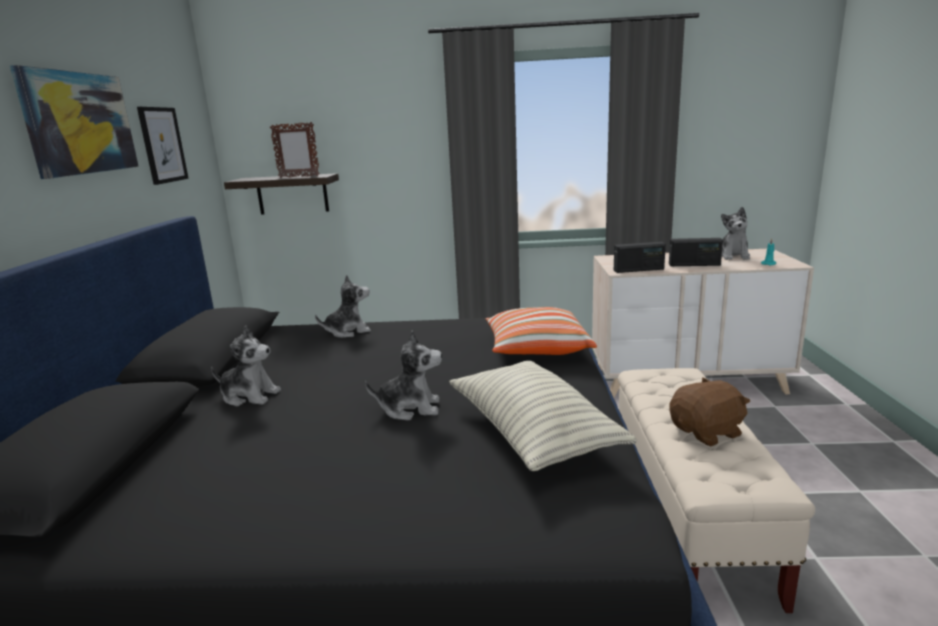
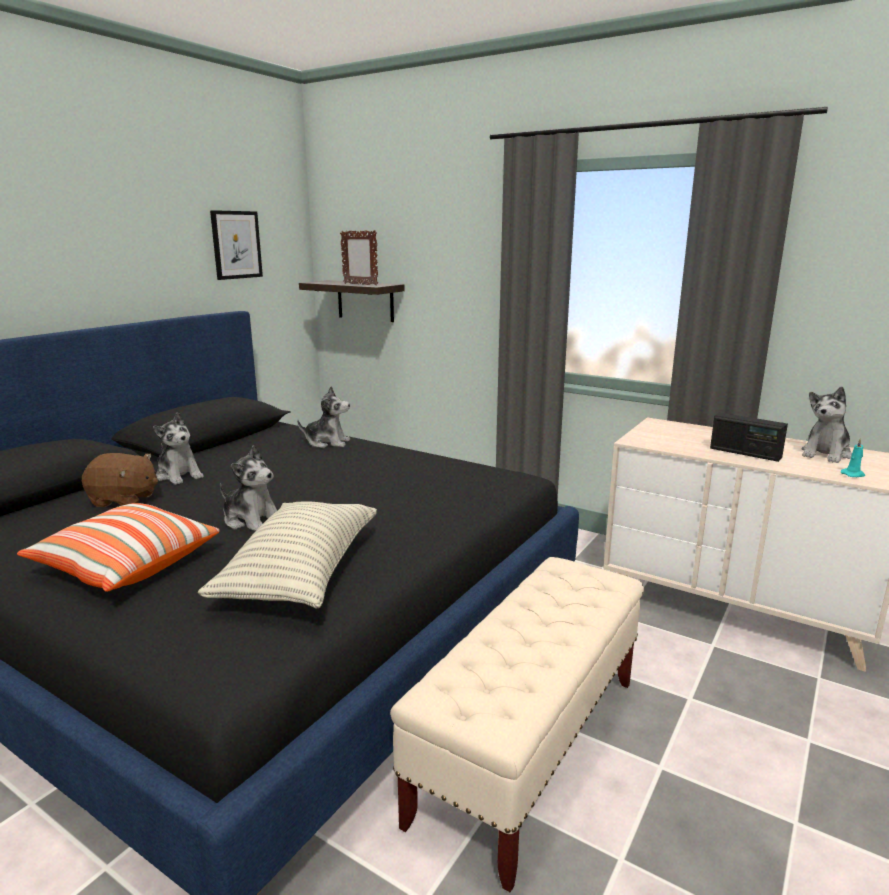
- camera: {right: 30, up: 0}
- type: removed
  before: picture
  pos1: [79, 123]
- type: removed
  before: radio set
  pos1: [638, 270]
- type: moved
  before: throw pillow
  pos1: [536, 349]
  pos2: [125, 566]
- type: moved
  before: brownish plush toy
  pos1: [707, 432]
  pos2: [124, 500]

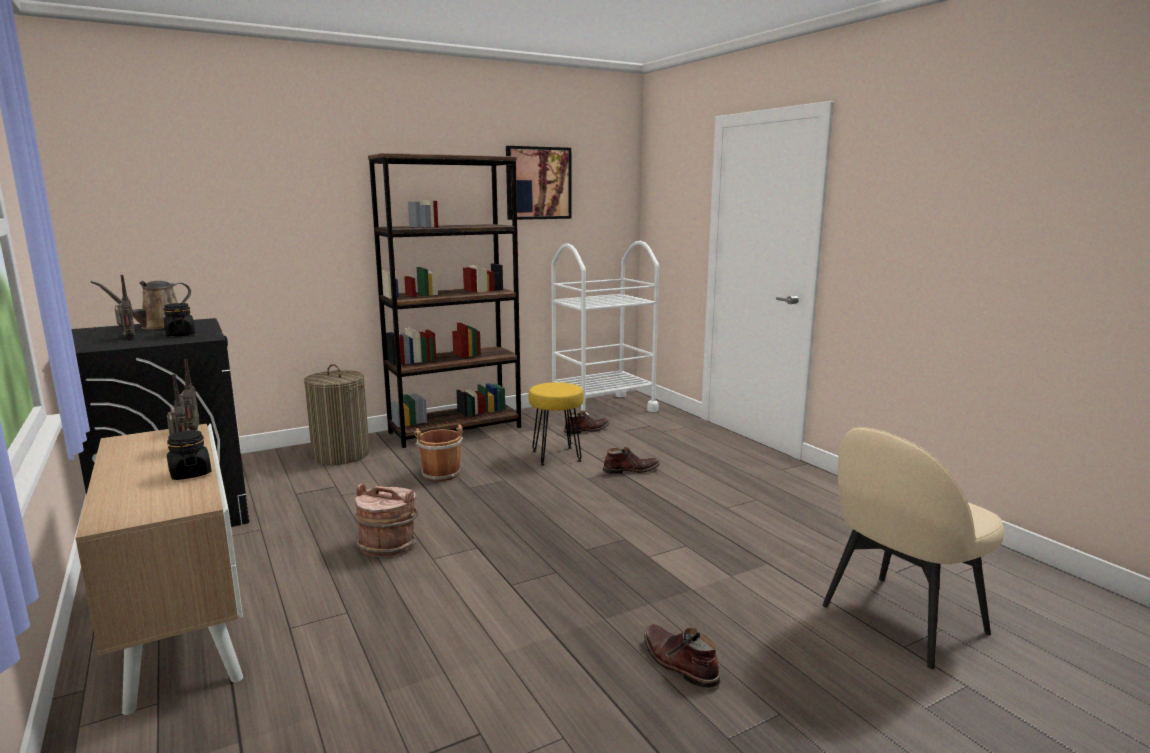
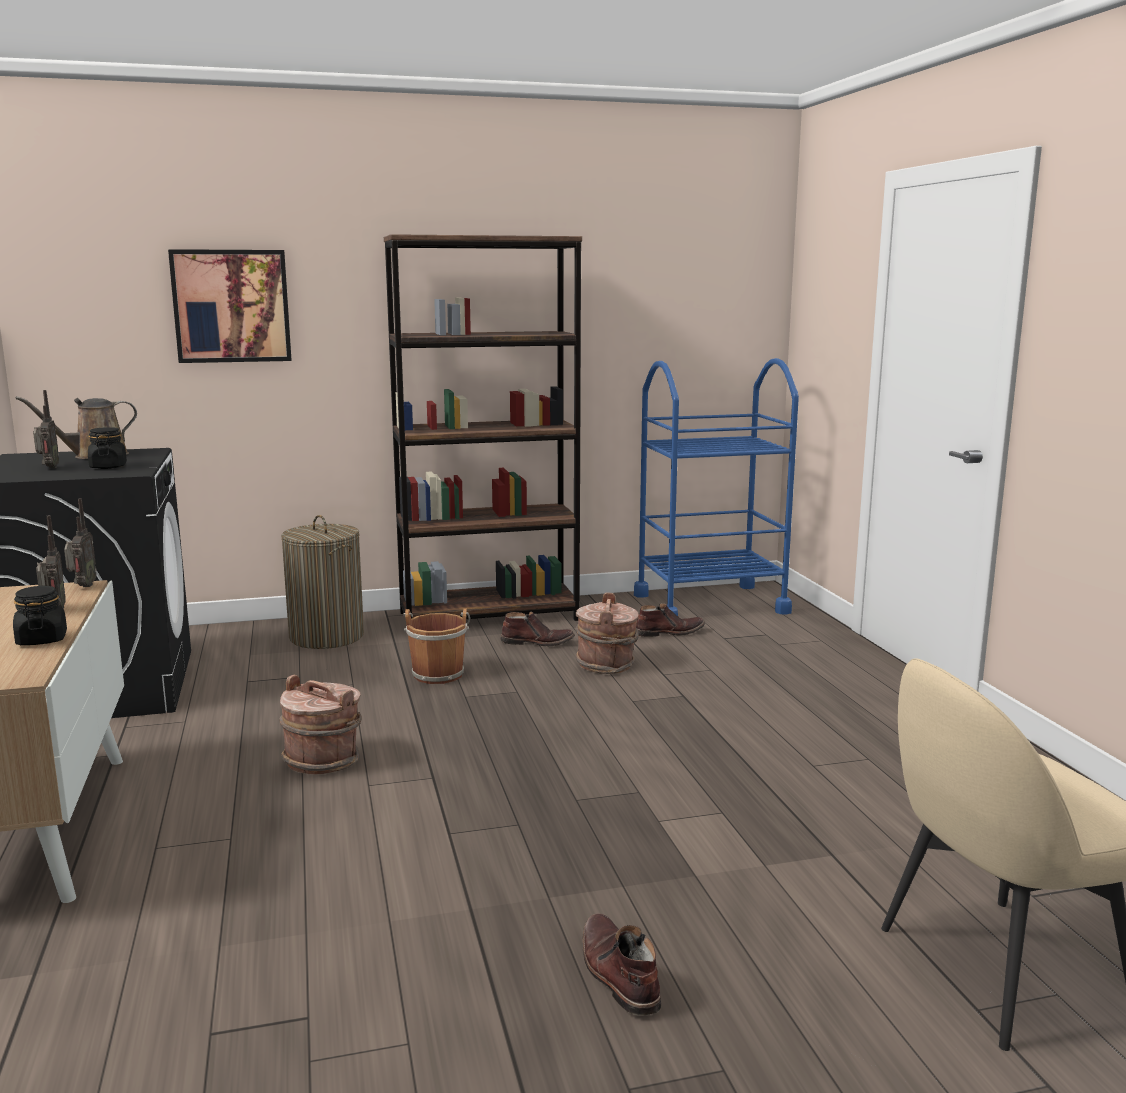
- camera: {right: 15, up: 0}
- type: moved
  before: picture
  pos1: [538, 183]
  pos2: [231, 306]
- type: moved
  before: brownish high-top boot
  pos1: [631, 470]
  pos2: [537, 642]
- type: replaced
  before: yellow stool
  after: brownish pail
  pos1: [556, 456]
  pos2: [606, 665]
- type: recoloured
  before: white trolley
  after: blue-coloured trolley
  pos1: [603, 409]
  pos2: [710, 604]

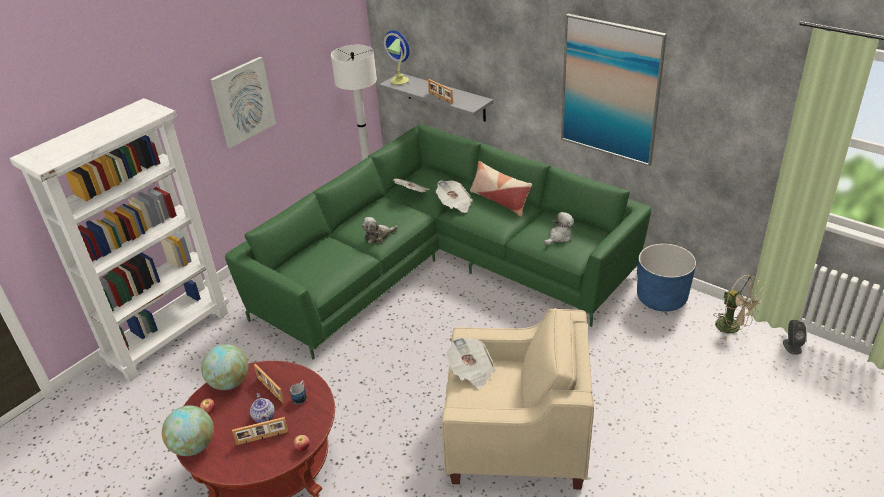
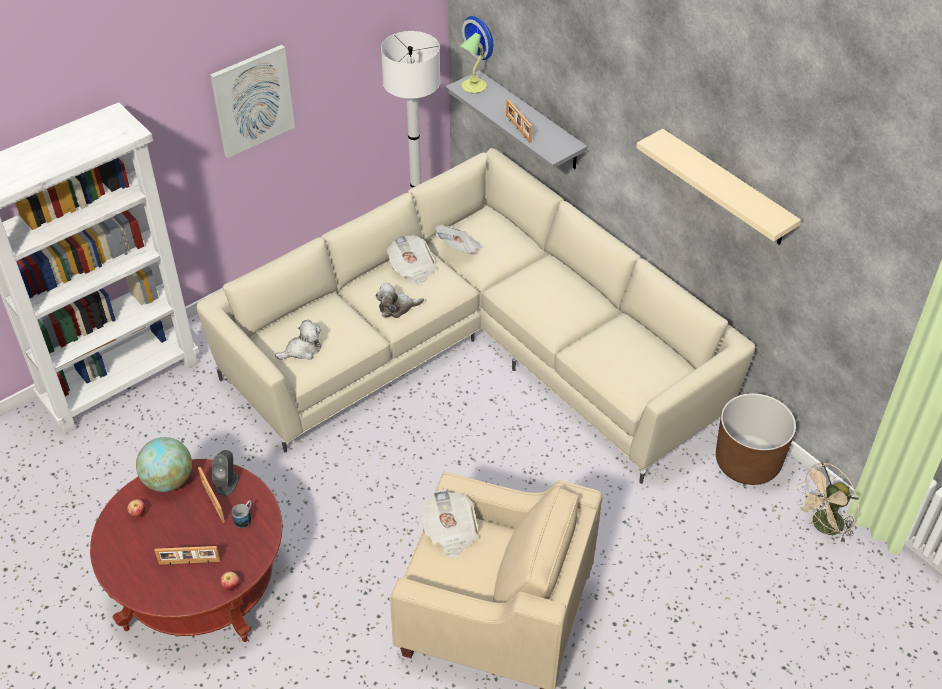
- camera: {right: 10, up: 10}
- type: removed
  before: world globe
  pos1: [194, 446]
- type: removed
  before: pot for tea
  pos1: [264, 417]
- type: removed
  before: throw pillow
  pos1: [499, 200]
- type: moved
  before: printed paper
  pos1: [455, 204]
  pos2: [412, 269]
- type: moved
  before: plush toy
  pos1: [559, 237]
  pos2: [302, 350]
- type: moved
  before: gray audio speaker
  pos1: [792, 346]
  pos2: [227, 483]
- type: replaced
  before: picture
  after: beige-coloured wall shelf
  pos1: [610, 90]
  pos2: [726, 188]
- type: recoloured
  before: greenish sofa
  after: beige-coloured sofa
  pos1: [439, 266]
  pos2: [478, 350]
- type: recoloured
  before: blue-coloured planter
  after: brownish planter
  pos1: [661, 298]
  pos2: [747, 462]
- type: turned
  before: beige-coloured cooling fan
  pos1: [733, 328]
  pos2: [823, 527]
  turn: 90

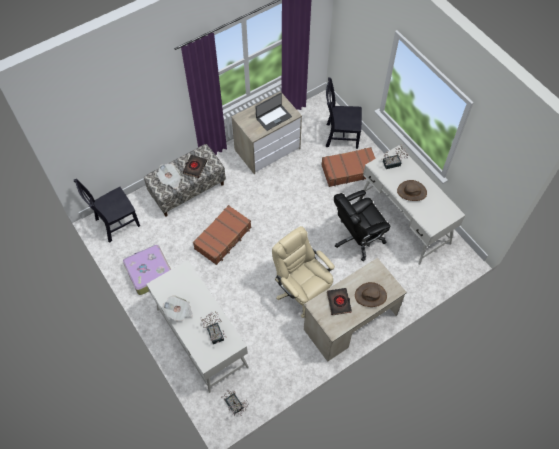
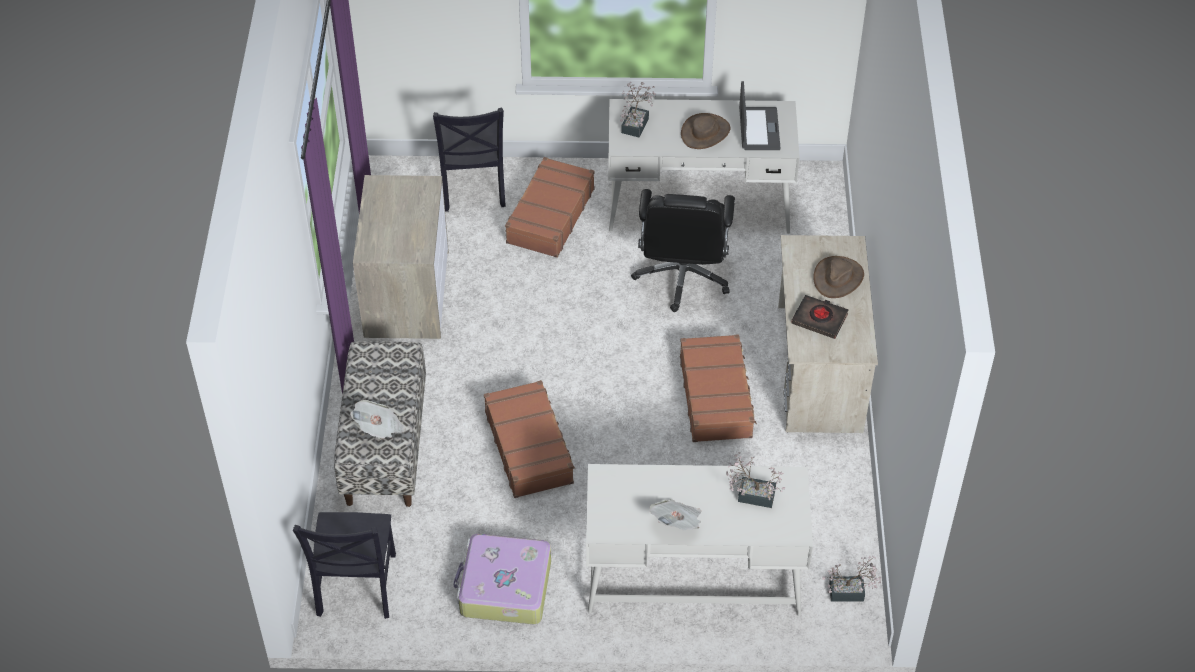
- camera: {right: -55, up: -10}
- type: removed
  before: black-coloured volume
  pos1: [194, 167]
- type: moved
  before: laptop
  pos1: [273, 117]
  pos2: [758, 129]
- type: replaced
  before: beige-coloured office chair
  after: brownish piece of luggage
  pos1: [302, 290]
  pos2: [716, 396]
- type: turned
  before: black-coloured upright chair
  pos1: [340, 135]
  pos2: [472, 189]
  turn: -45

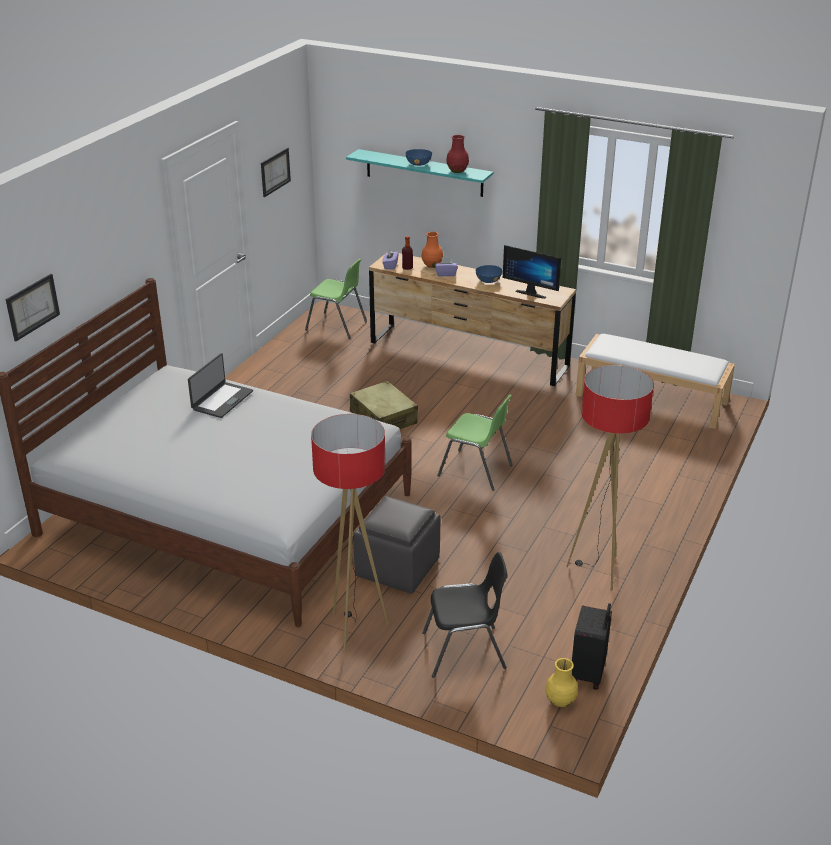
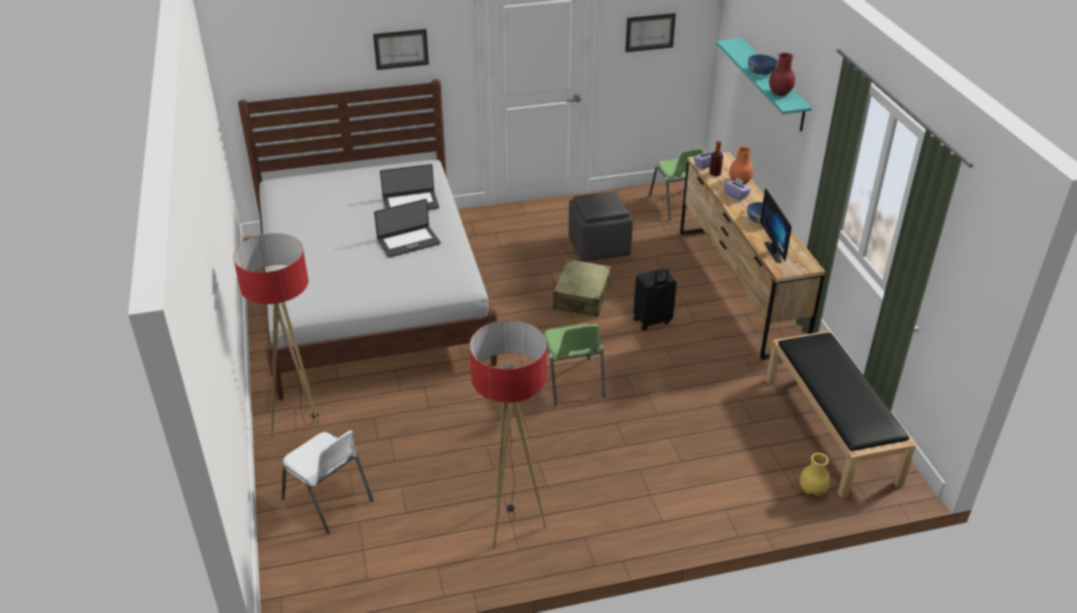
- camera: {right: 50, up: 5}
- type: added
  after: laptop
  pos2: [408, 241]
- type: moved
  before: picture
  pos1: [32, 307]
  pos2: [401, 49]
- type: moved
  before: gray pouffe
  pos1: [397, 567]
  pos2: [599, 246]
- type: moved
  before: yellow flower vase
  pos1: [560, 701]
  pos2: [812, 491]
- type: moved
  before: black-coloured piece of luggage
  pos1: [589, 673]
  pos2: [652, 322]
- type: recoloured
  before: black-coloured upright chair
  after: white upright chair
  pos1: [465, 651]
  pos2: [329, 500]
- type: recoloured
  before: white bench
  after: black-coloured bench
  pos1: [652, 399]
  pos2: [831, 430]

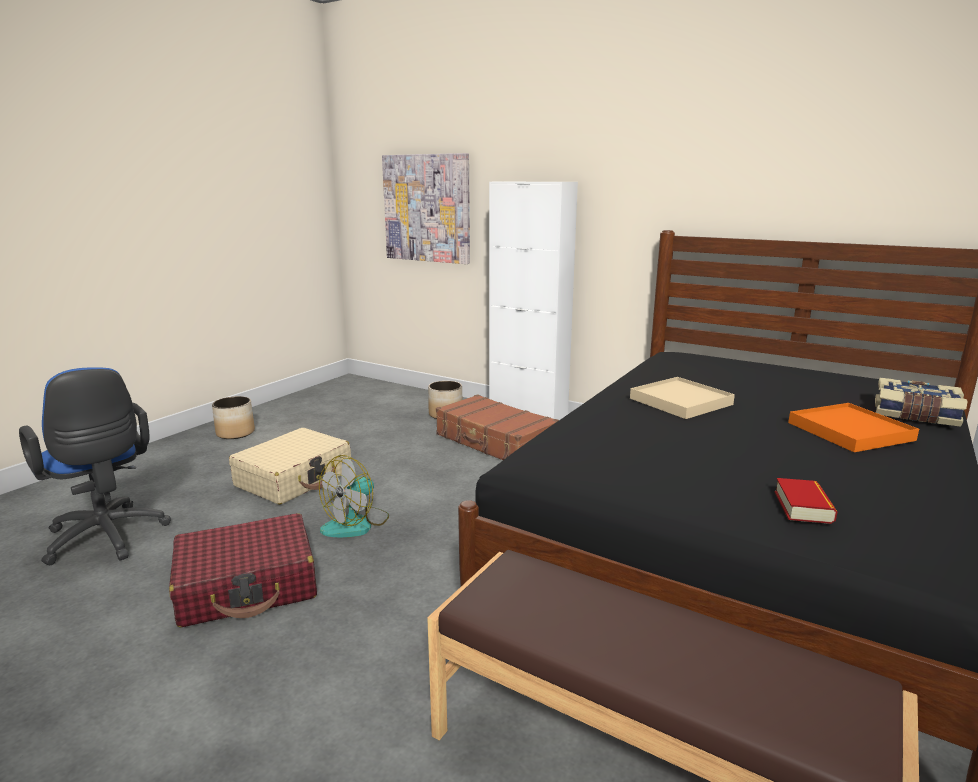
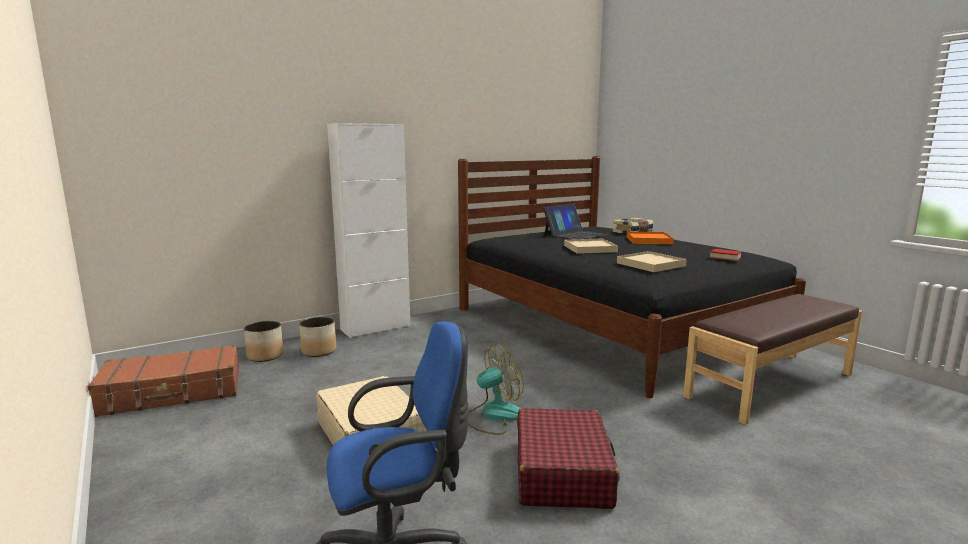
- camera: {right: -65, up: -5}
- type: removed
  before: picture
  pos1: [427, 208]
- type: added
  after: laptop
  pos2: [574, 235]
- type: added
  after: beige-coloured tray
  pos2: [650, 264]
- type: moved
  before: planter
  pos1: [236, 433]
  pos2: [265, 355]
- type: moved
  before: brownish piece of luggage
  pos1: [495, 442]
  pos2: [173, 393]
- type: turned
  before: cooling fan
  pos1: [356, 524]
  pos2: [493, 415]
  turn: -90

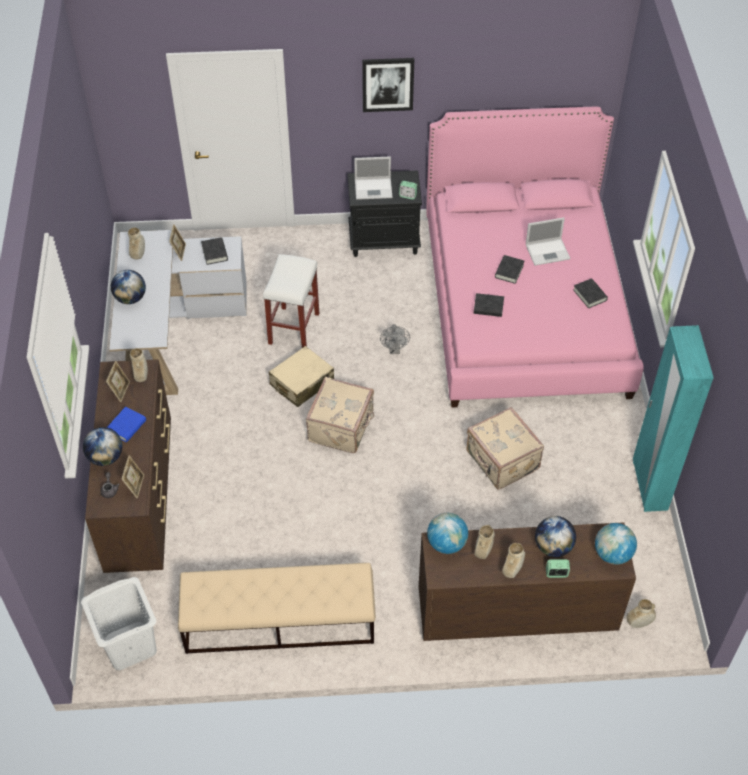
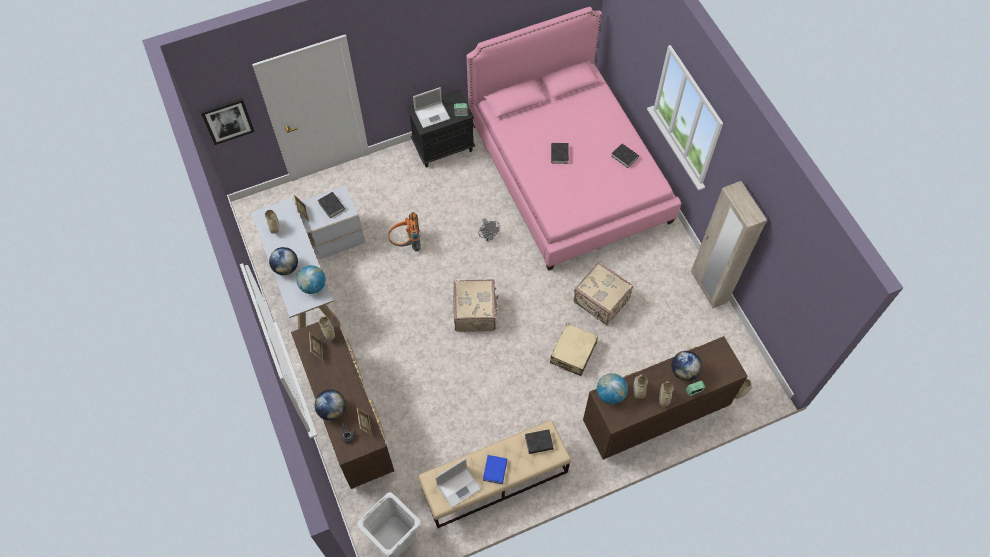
- camera: {right: -20, up: 10}
- type: moved
  before: blue-coloured volume
  pos1: [127, 426]
  pos2: [495, 470]
- type: moved
  before: beige-coloured piece of luggage
  pos1: [301, 383]
  pos2: [573, 353]
- type: moved
  before: picture
  pos1: [387, 84]
  pos2: [227, 120]
- type: moved
  before: black-coloured volume
  pos1: [488, 307]
  pos2: [539, 442]
- type: moved
  before: laptop
  pos1: [548, 251]
  pos2: [459, 486]
- type: moved
  before: world globe
  pos1: [612, 554]
  pos2: [313, 286]
- type: replaced
  before: white stool
  after: orange knapsack
  pos1: [294, 329]
  pos2: [406, 243]
- type: recoloured
  before: blue-green wardrobe
  after: beige-coloured wardrobe
  pos1: [649, 486]
  pos2: [708, 287]

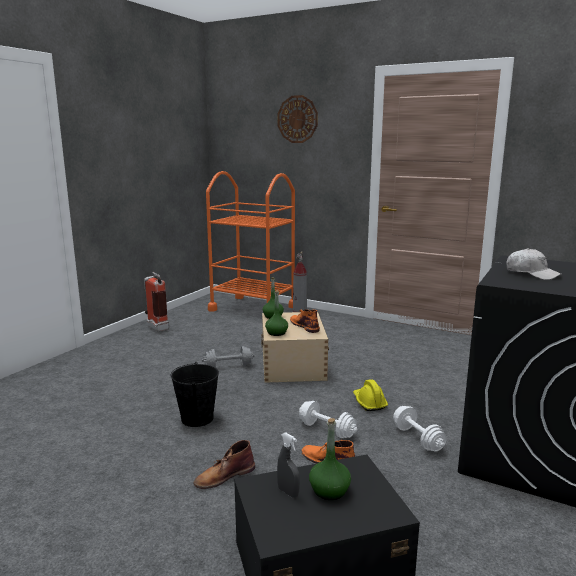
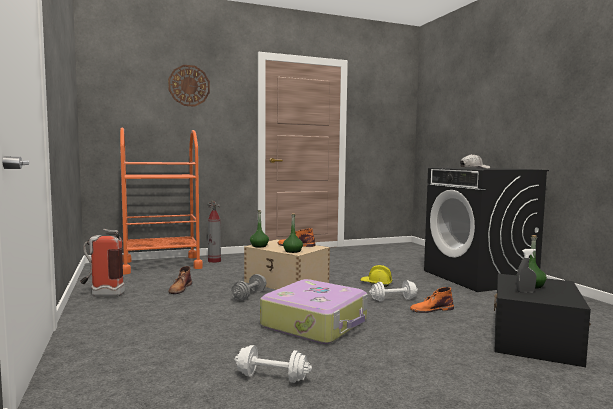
- camera: {right: -50, up: -10}
- type: moved
  before: brownish high-top boot
  pos1: [224, 476]
  pos2: [180, 289]
- type: moved
  before: white hand weight
  pos1: [417, 439]
  pos2: [272, 377]
- type: replaced
  before: black-coloured pail
  after: piece of luggage
  pos1: [197, 418]
  pos2: [316, 323]

